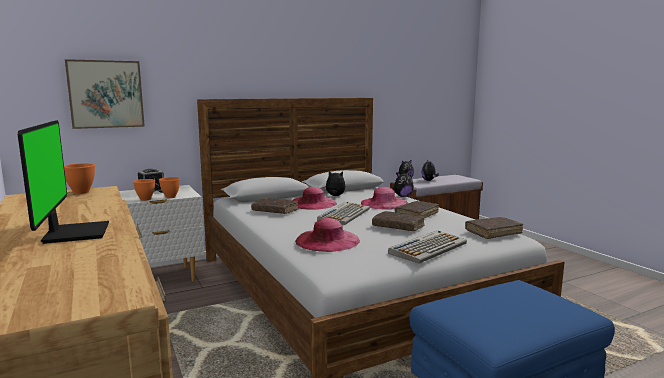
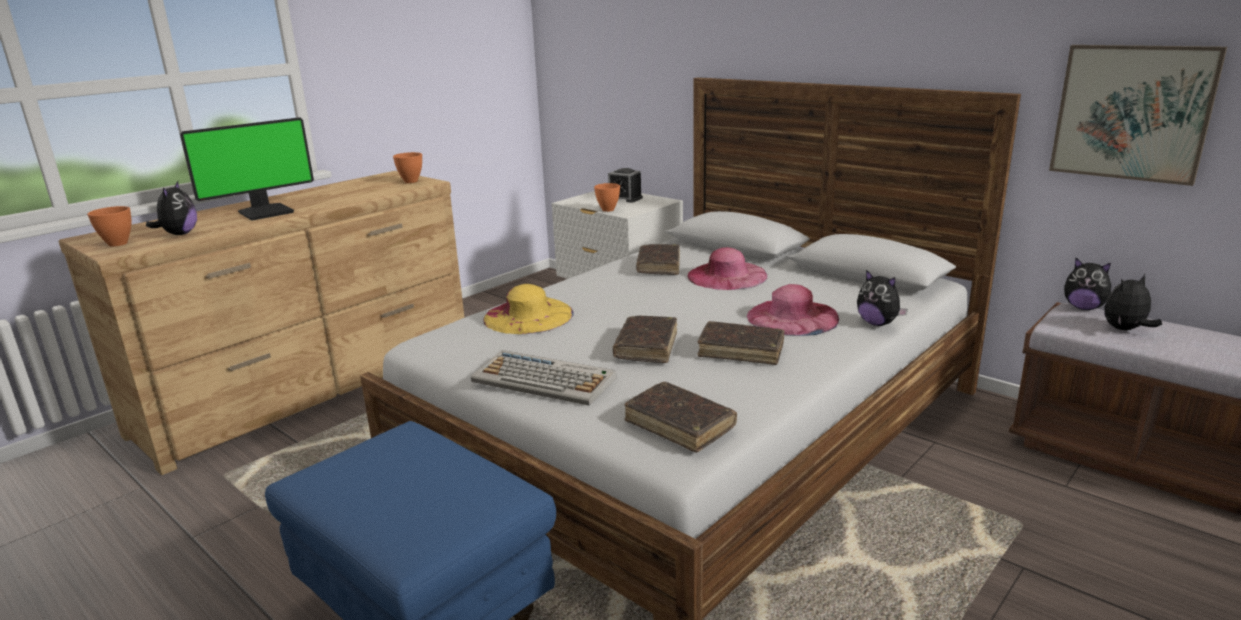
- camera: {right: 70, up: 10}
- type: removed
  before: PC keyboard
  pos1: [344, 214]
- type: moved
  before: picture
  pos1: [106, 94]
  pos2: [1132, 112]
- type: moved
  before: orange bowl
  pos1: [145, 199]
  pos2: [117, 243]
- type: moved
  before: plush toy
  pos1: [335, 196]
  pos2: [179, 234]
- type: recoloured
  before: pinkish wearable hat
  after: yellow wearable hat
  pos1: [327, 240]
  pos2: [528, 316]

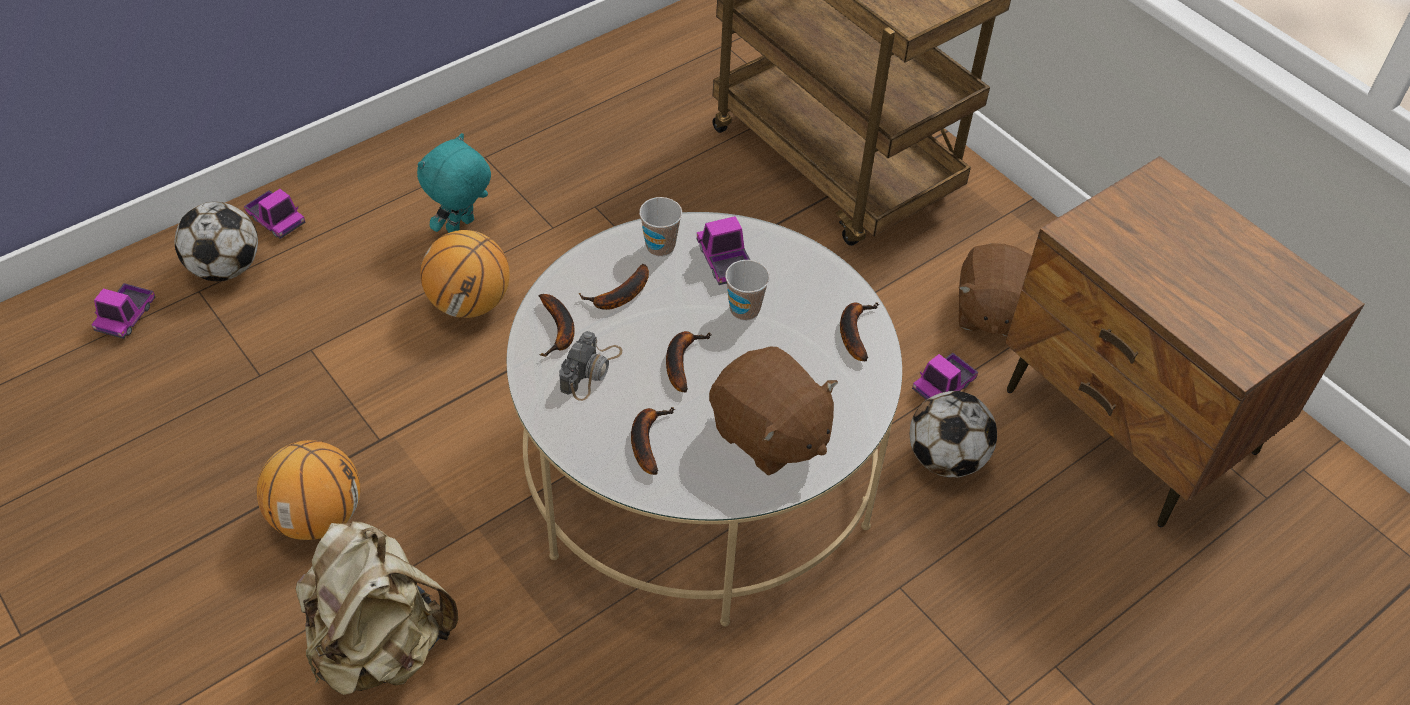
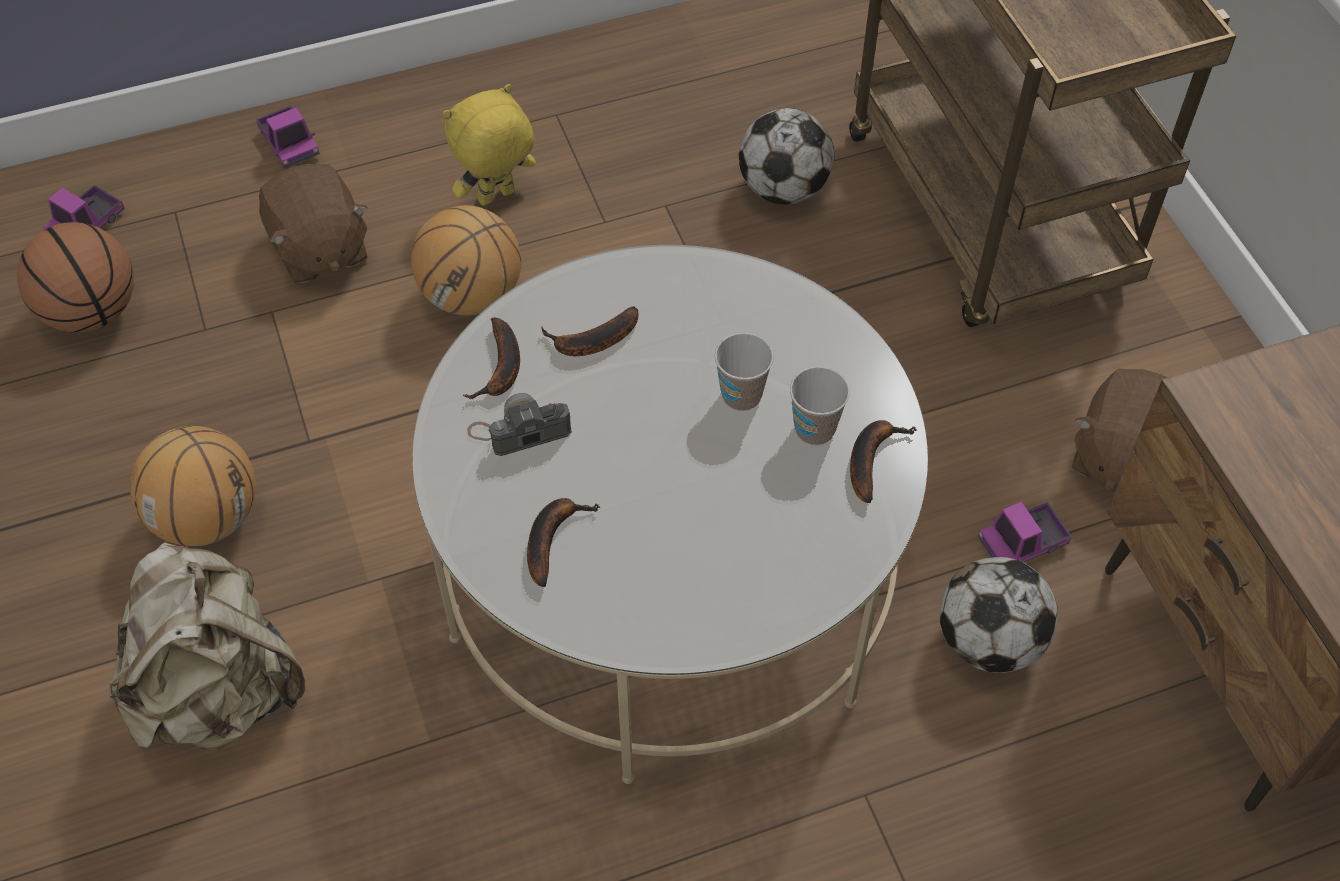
- camera: {right: 20, up: 5}
- type: removed
  before: whole banana
  pos1: [681, 360]
- type: removed
  before: toy truck
  pos1: [725, 261]
- type: added
  after: ball for basketball
  pos2: [92, 312]
- type: moved
  before: ball for football
  pos1: [225, 268]
  pos2: [783, 189]
- type: moved
  before: small cup
  pos1: [660, 246]
  pos2: [814, 429]
- type: moved
  before: brownish plush toy
  pos1: [769, 434]
  pos2: [319, 249]
- type: recoloured
  before: blue-green plush toy
  after: yellow plush toy
  pos1: [461, 227]
  pos2: [496, 198]
- type: turned
  before: photo camera
  pos1: [591, 370]
  pos2: [520, 430]
  turn: -150

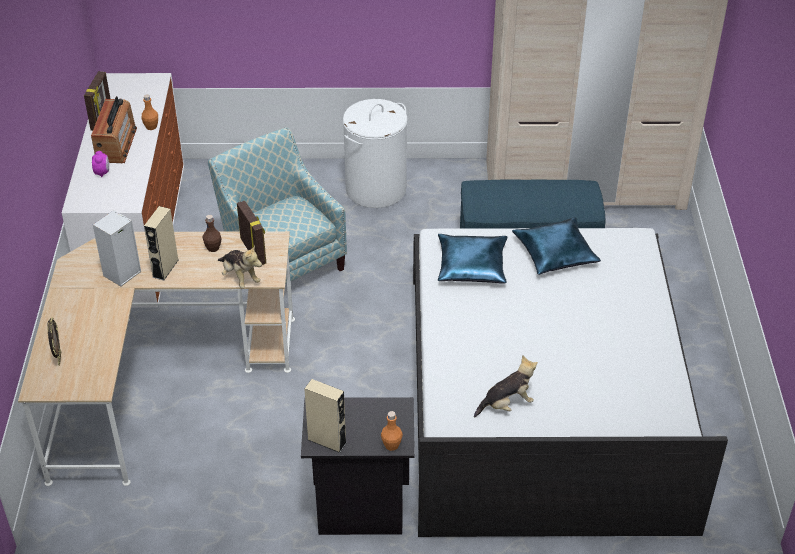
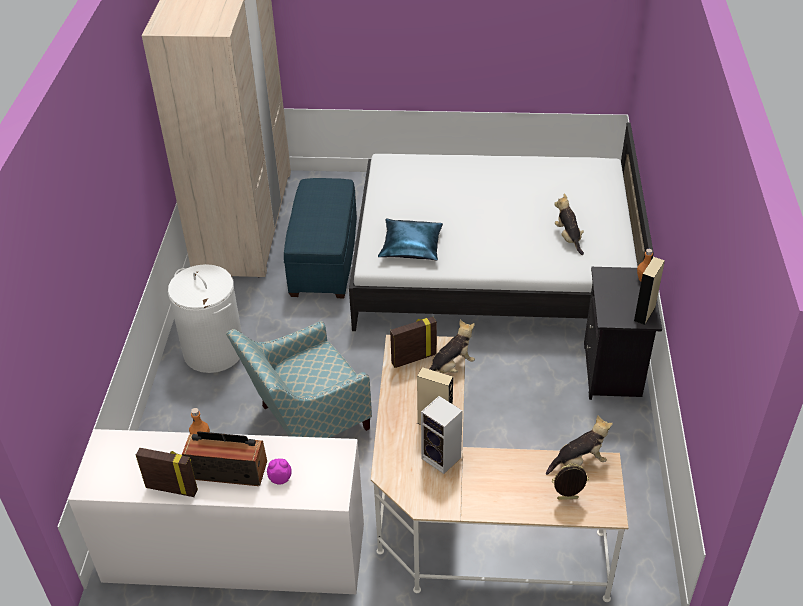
- camera: {right: -85, up: 0}
- type: removed
  before: brownish bottle
  pos1: [213, 248]
- type: removed
  before: blue-coloured throw pillow
  pos1: [555, 253]
- type: added
  after: plush toy
  pos2: [579, 462]

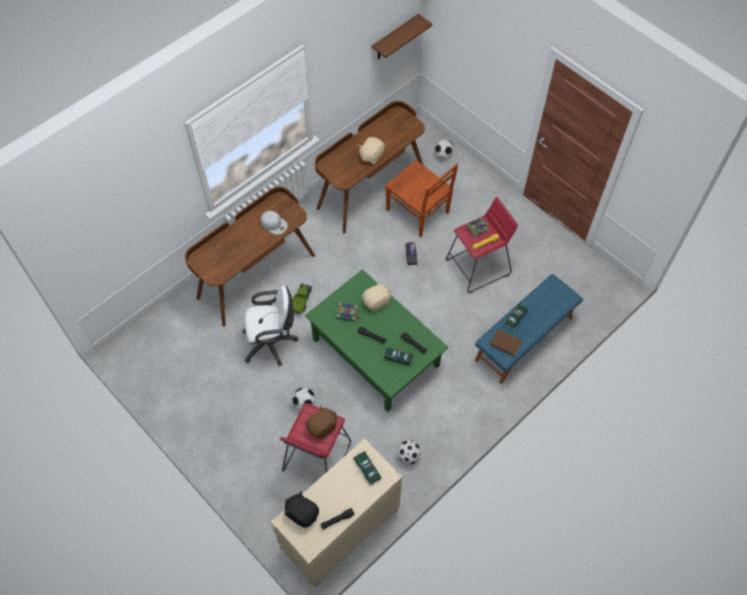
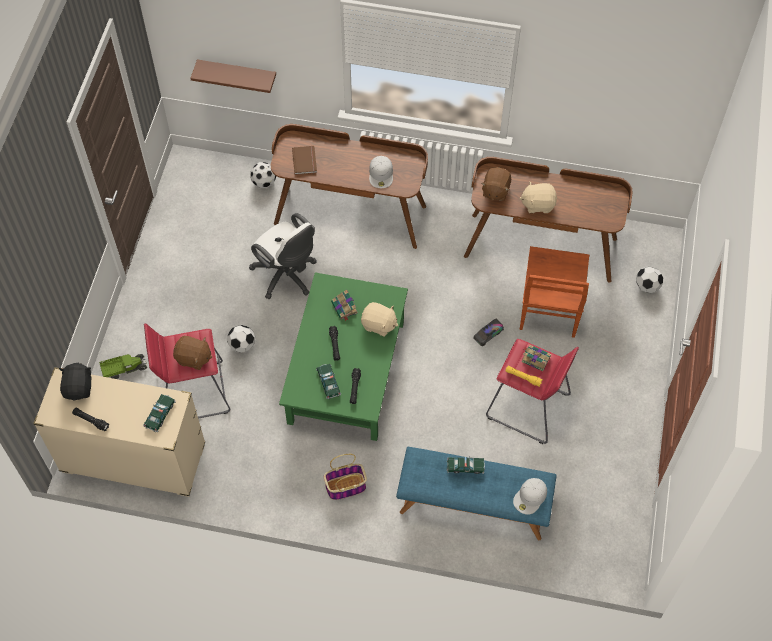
- camera: {right: 55, up: 0}
- type: added
  after: basket
  pos2: [345, 487]
- type: added
  after: brownish plush toy
  pos2: [495, 191]
- type: added
  after: white baseball cap
  pos2: [530, 497]
- type: moved
  before: toy truck
  pos1: [301, 301]
  pos2: [124, 369]
- type: moved
  before: brownish wall shelf
  pos1: [394, 38]
  pos2: [237, 75]
- type: moved
  before: ball for football
  pos1: [408, 455]
  pos2: [264, 182]
- type: moved
  before: brownish volume
  pos1: [506, 342]
  pos2: [305, 161]

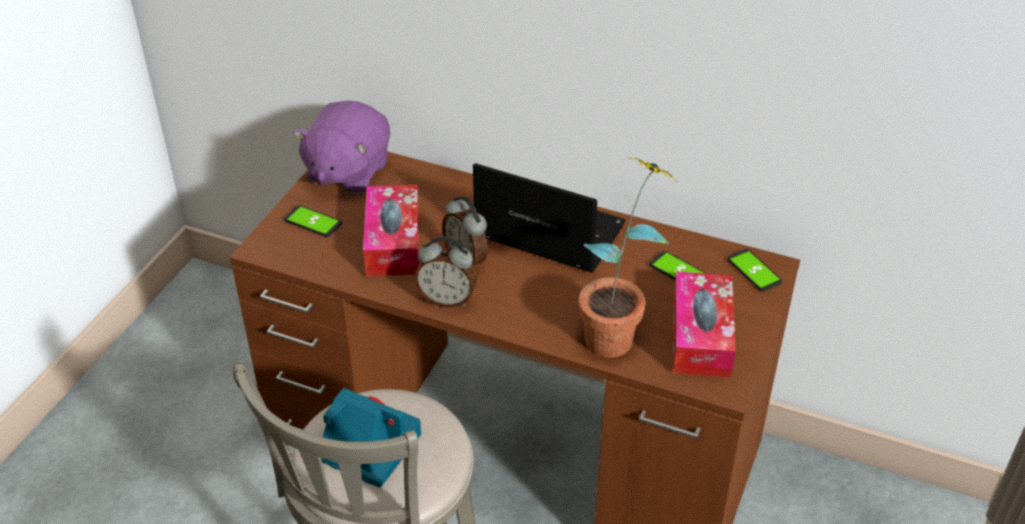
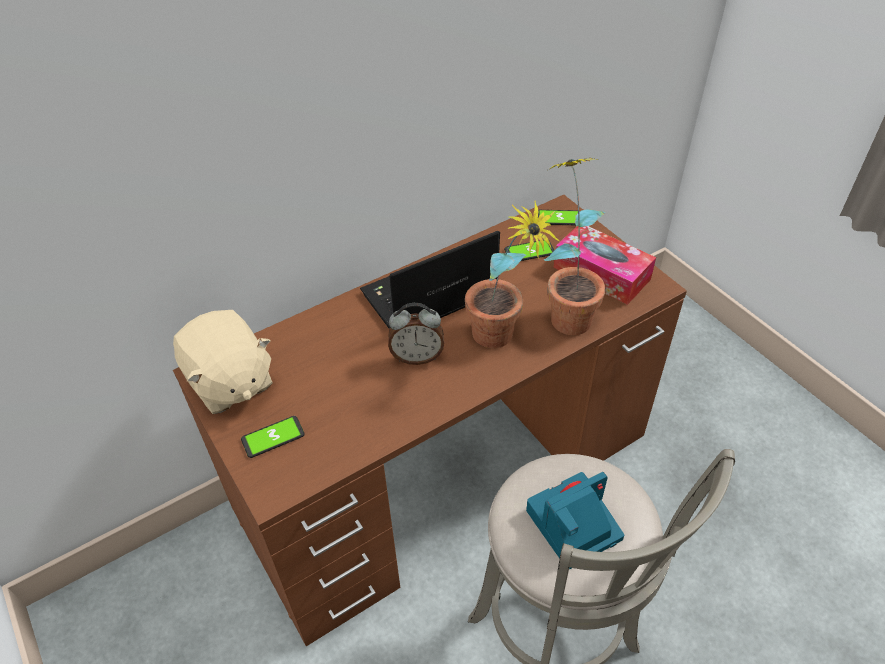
- camera: {right: -55, up: 5}
- type: removed
  before: tissue box
  pos1: [393, 242]
- type: removed
  before: table clock
  pos1: [447, 299]
- type: added
  after: houseplant
  pos2: [501, 340]
- type: recoloured
  before: purple plush toy
  after: beige-coloured plush toy
  pos1: [347, 172]
  pos2: [230, 382]

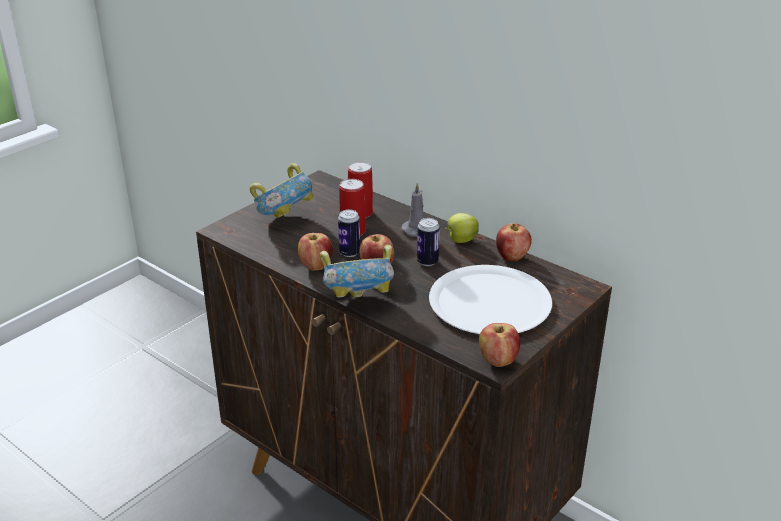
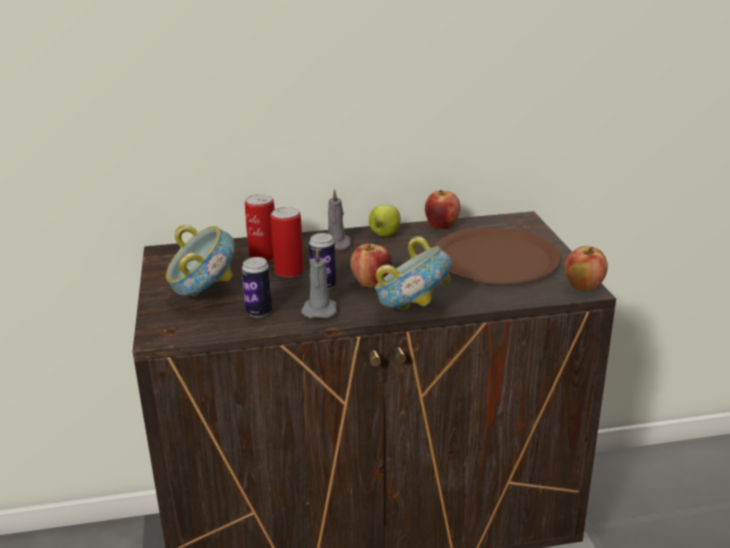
- camera: {right: -50, up: -5}
- type: moved
  before: sealed can
  pos1: [427, 262]
  pos2: [259, 312]
- type: replaced
  before: apple
  after: gray wax light
  pos1: [316, 266]
  pos2: [320, 309]
- type: recoloured
  before: white flat dish
  after: brownish flat dish
  pos1: [489, 302]
  pos2: [495, 258]

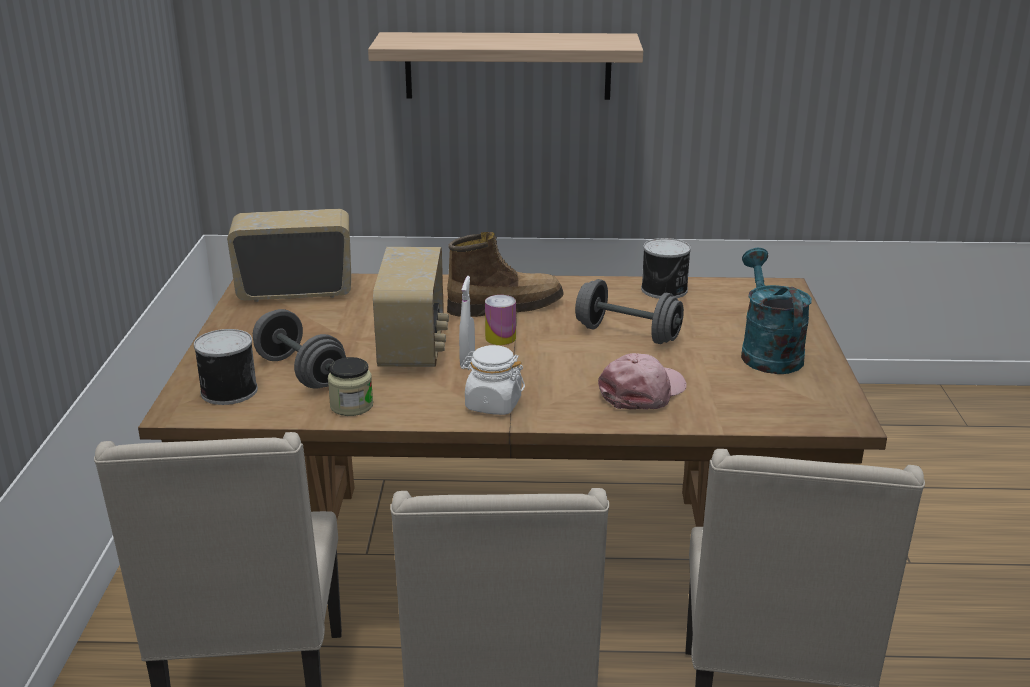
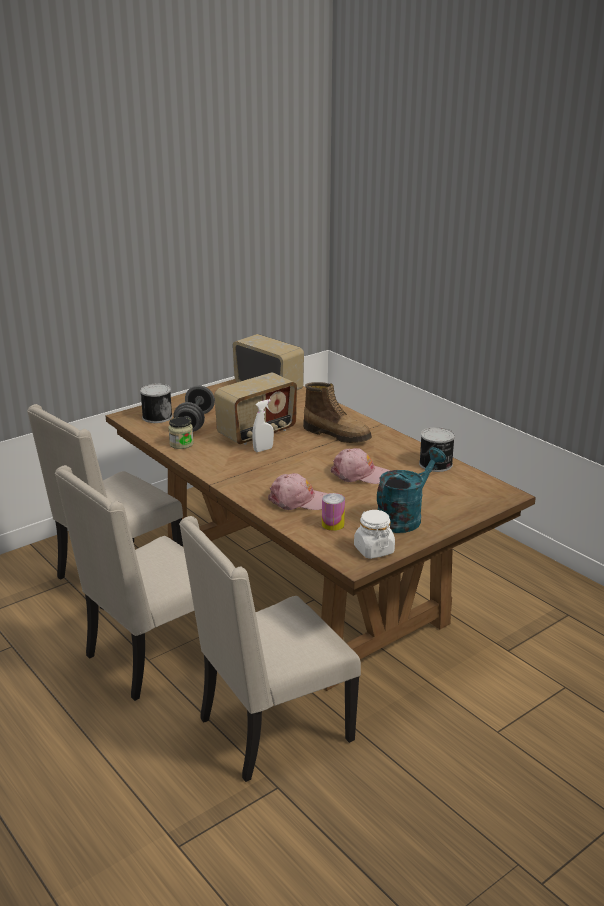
- camera: {right: 50, up: 0}
- type: removed
  before: wall shelf
  pos1: [508, 66]
- type: moved
  before: white jar
  pos1: [492, 404]
  pos2: [373, 550]
- type: moved
  before: sealed can
  pos1: [500, 338]
  pos2: [333, 524]
- type: replaced
  before: gray hand weight
  after: pinkish baseball cap
  pos1: [627, 334]
  pos2: [360, 474]

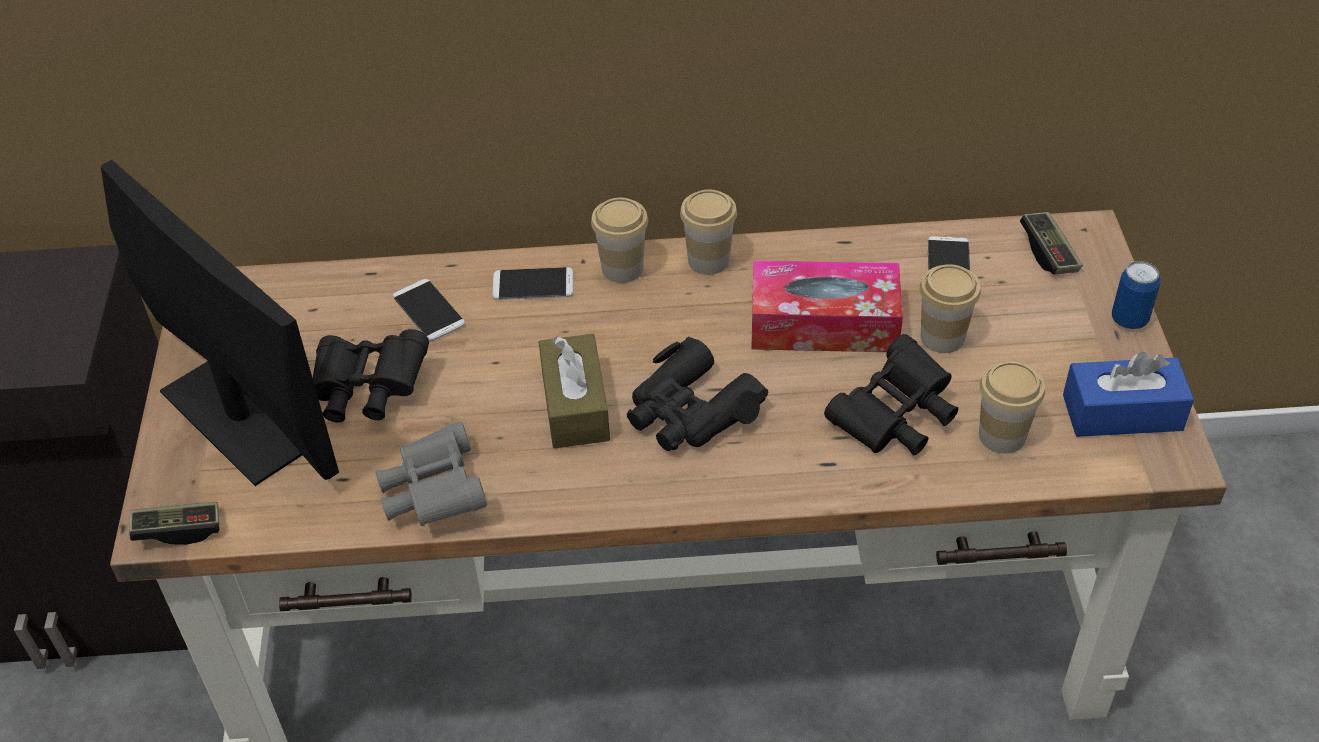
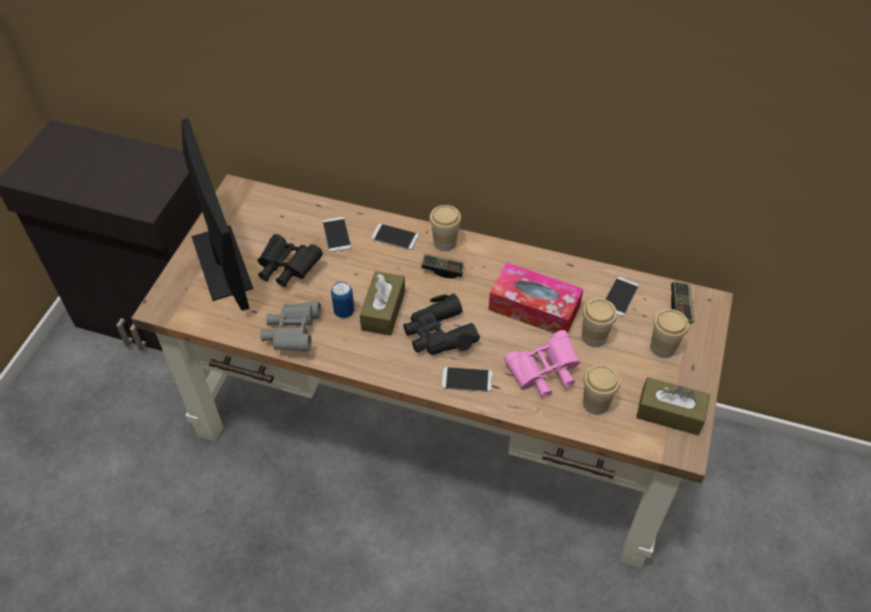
- camera: {right: 20, up: 5}
- type: added
  after: telephone
  pos2: [467, 380]
- type: moved
  before: joypad
  pos1: [178, 530]
  pos2: [442, 270]
- type: moved
  before: small cup
  pos1: [708, 260]
  pos2: [663, 347]
- type: moved
  before: sealed can
  pos1: [1129, 320]
  pos2: [344, 311]
- type: recoloured
  before: black-coloured binoculars
  after: pinkish binoculars
  pos1: [895, 418]
  pos2: [543, 373]
- type: recoloured
  before: blue-coloured tissue box
  after: brownish tissue box
  pos1: [1122, 412]
  pos2: [669, 413]

